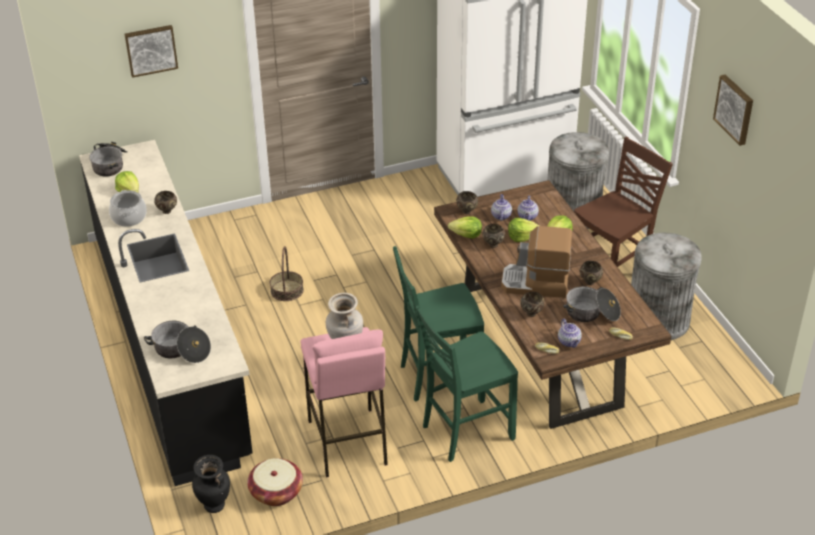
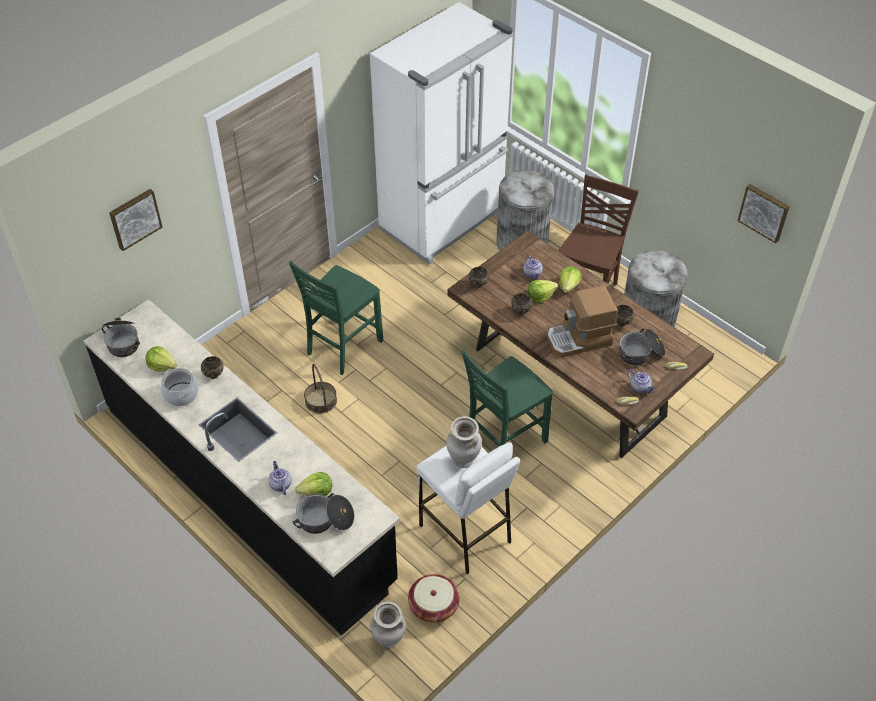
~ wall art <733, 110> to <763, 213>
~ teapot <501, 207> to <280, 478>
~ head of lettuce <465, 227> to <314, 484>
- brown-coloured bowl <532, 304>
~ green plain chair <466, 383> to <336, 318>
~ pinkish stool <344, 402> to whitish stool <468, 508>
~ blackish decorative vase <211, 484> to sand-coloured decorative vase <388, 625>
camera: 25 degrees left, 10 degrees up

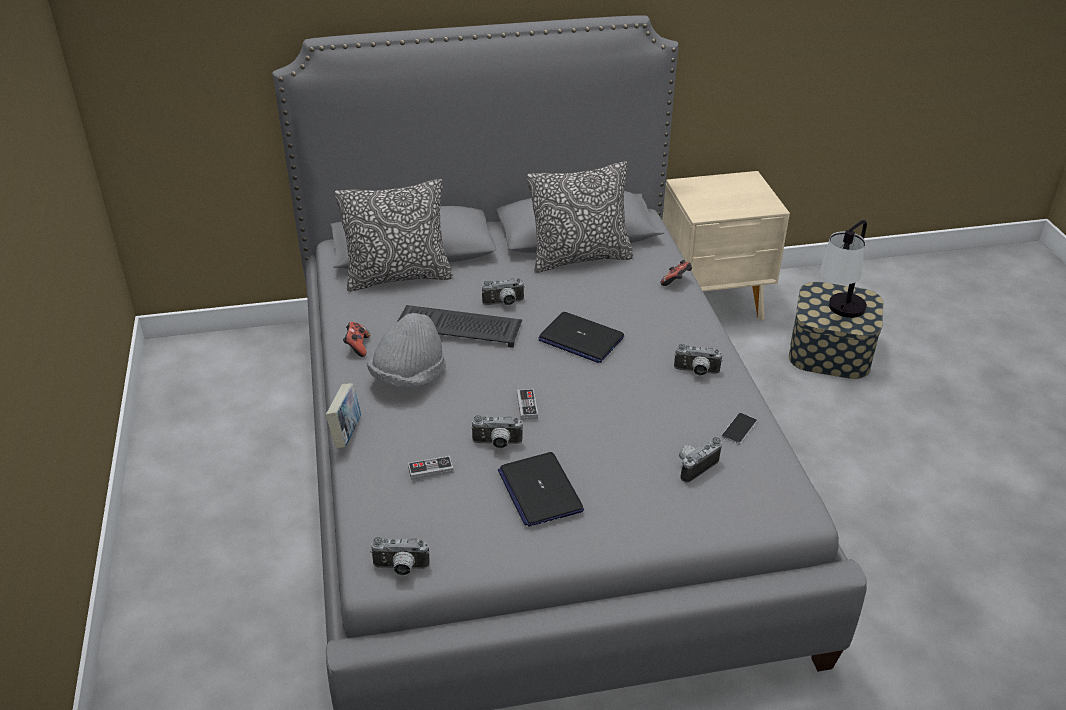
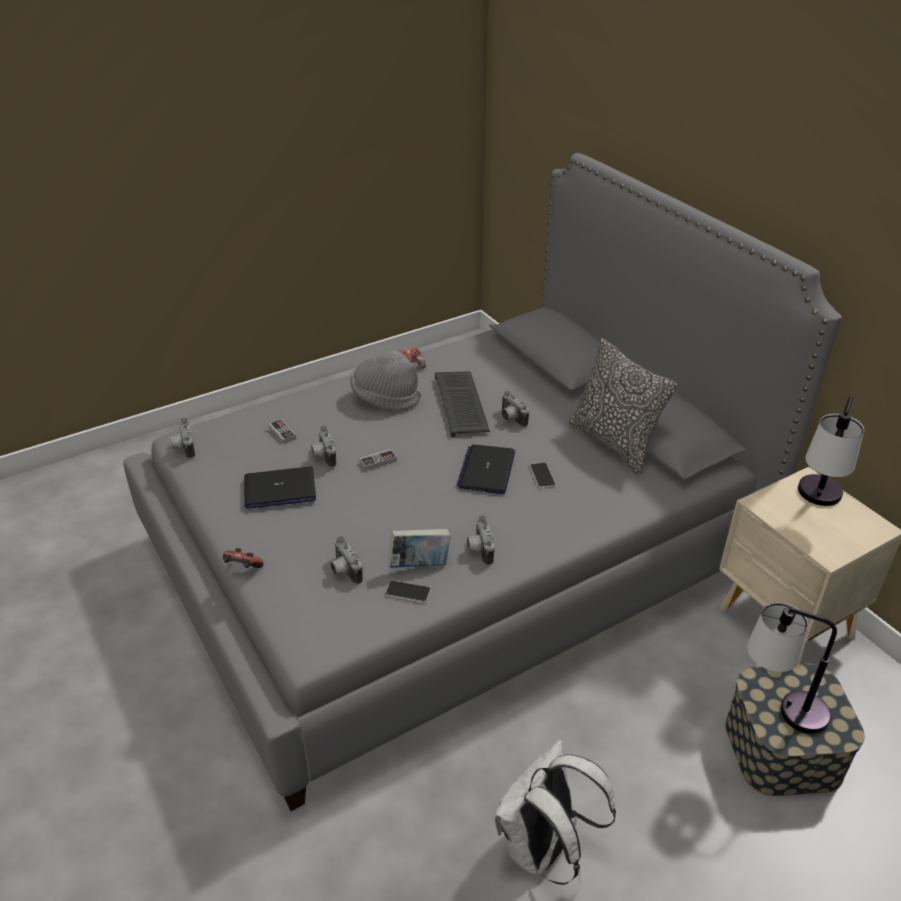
- cushion <394, 235>
~ joypad <676, 273> to <243, 558>
~ book <343, 415> to <419, 548>
~ photo camera <700, 460> = <347, 560> 150 degrees counterclockwise
~ portable computer <541, 489> = <280, 488> 150 degrees counterclockwise
+ tabletop lamp <831, 451>
+ telephone <543, 475>
+ whitish backpack <555, 812>
camera: 70 degrees right, 0 degrees up

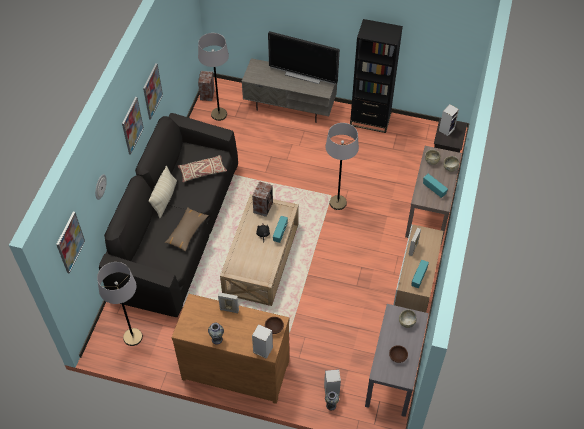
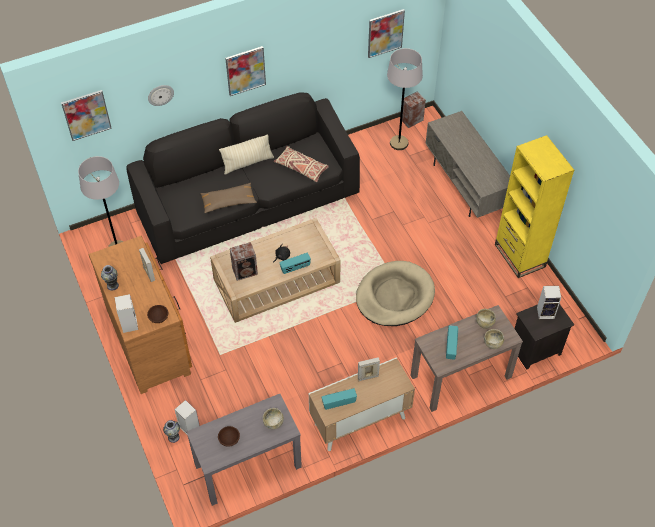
~ blackish shelving unit <376, 76> to yellowish shelving unit <534, 206>
- TV <304, 57>
~ wall art <153, 91> to <386, 33>
~ gray standard lamp <342, 166> to sand-coloured dog cushion <395, 293>
~ speaker <262, 199> to <244, 261>
camera: 50 degrees right, 0 degrees up

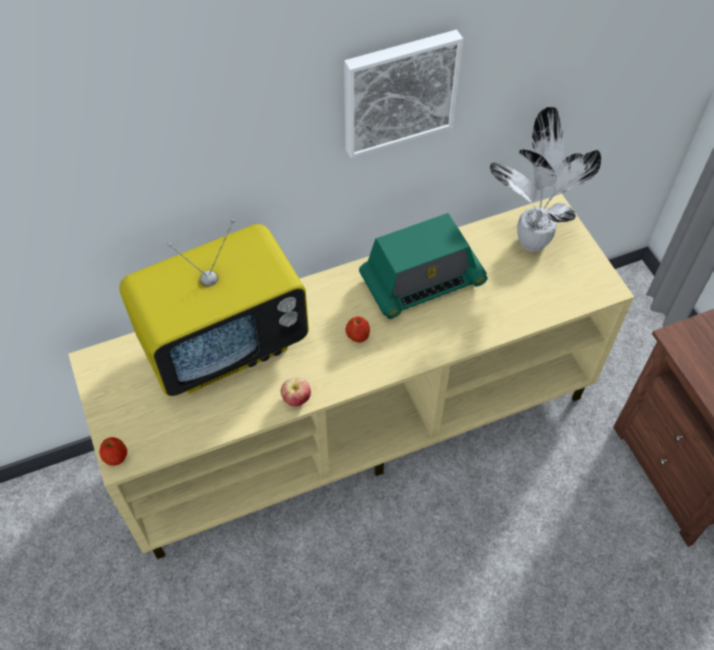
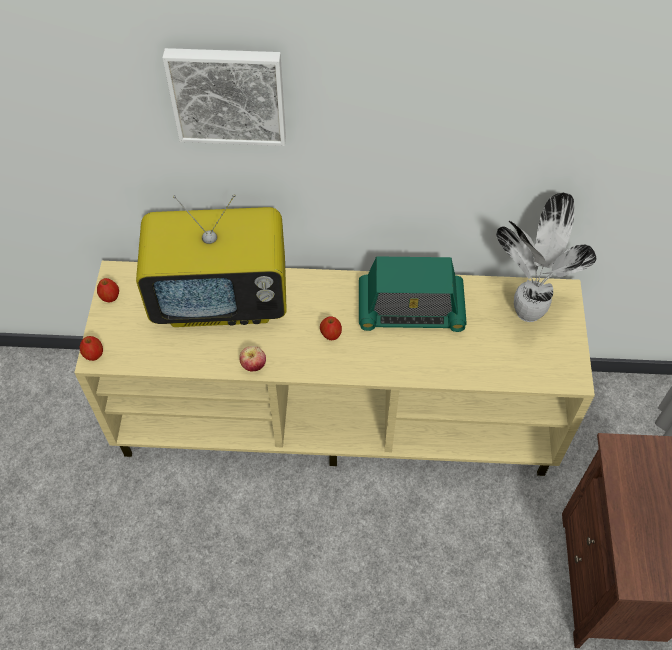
~ wall art <403, 94> to <224, 97>
+ apple fruit <108, 290>
camera: 25 degrees right, 0 degrees up

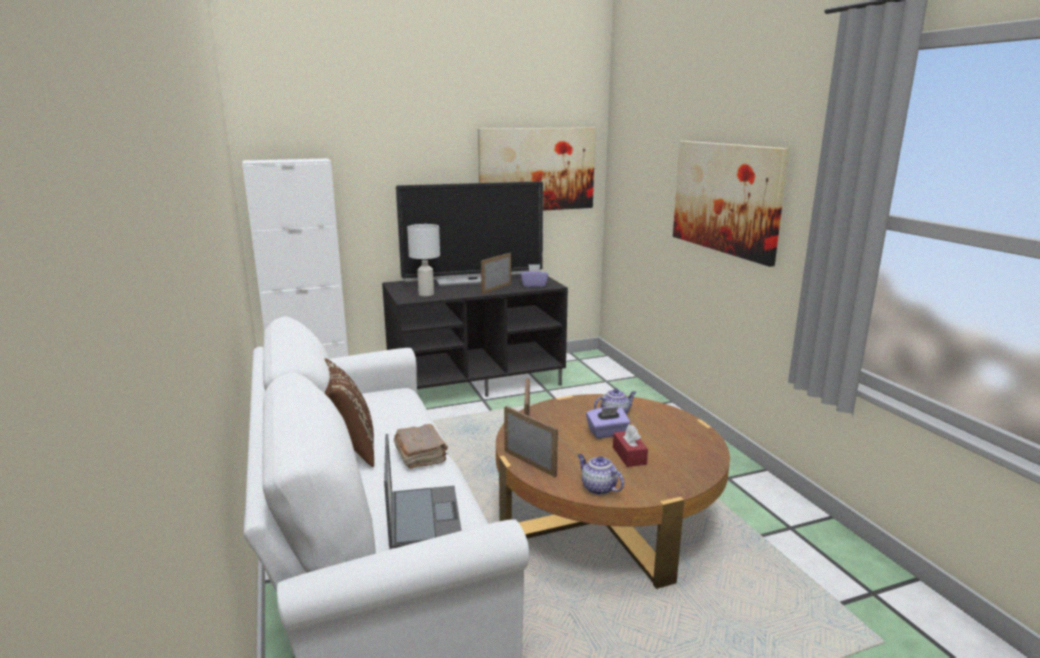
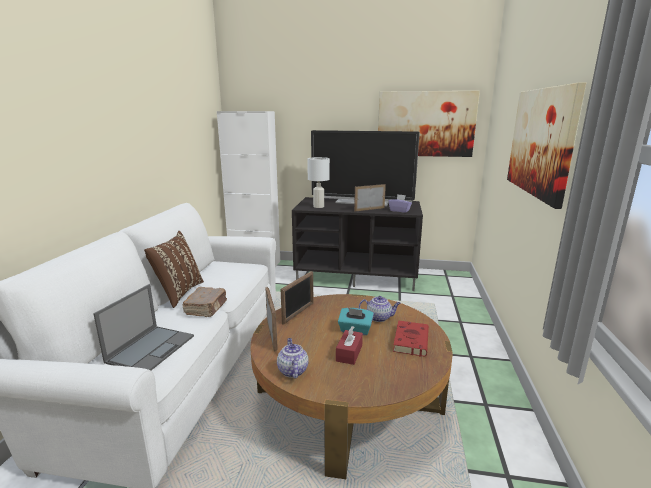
~ purplish tissue holder <608, 422> to blue-green tissue holder <356, 321>
+ red-coloured book <411, 338>
camera: 30 degrees right, 0 degrees up

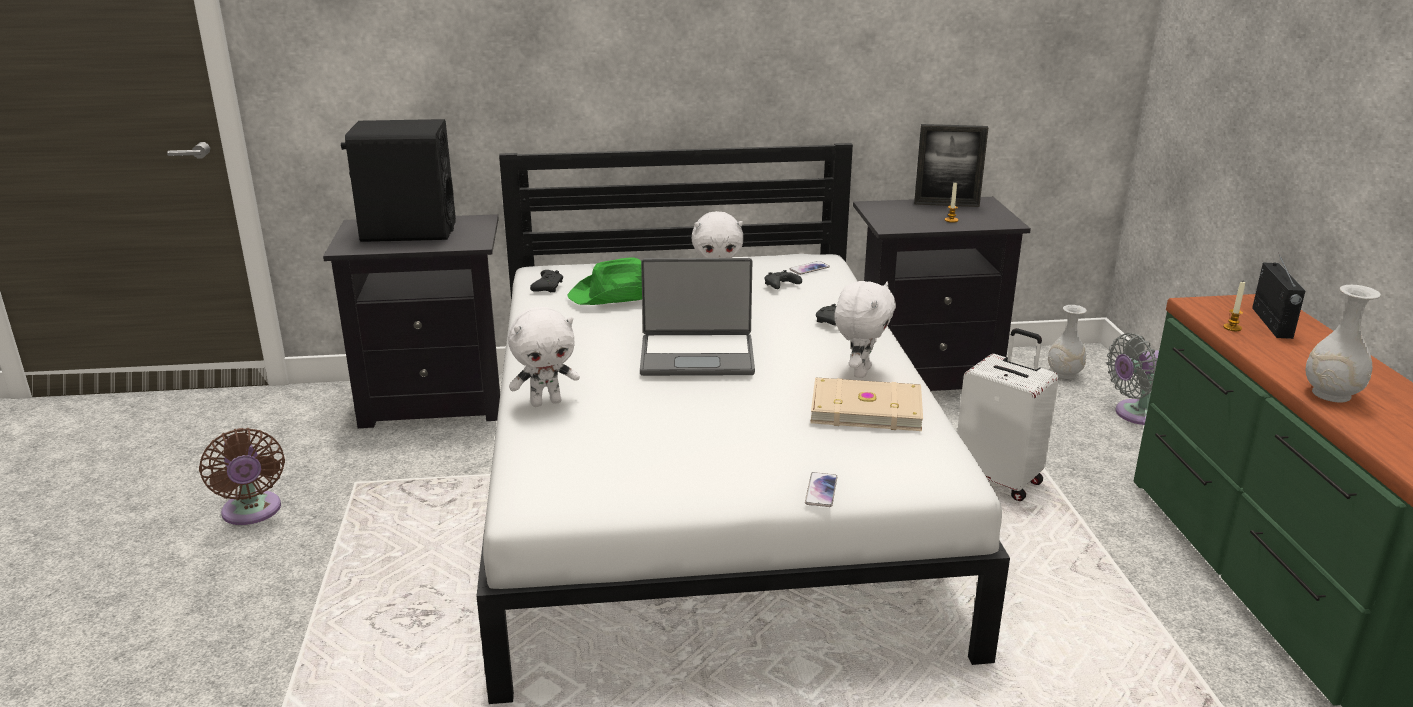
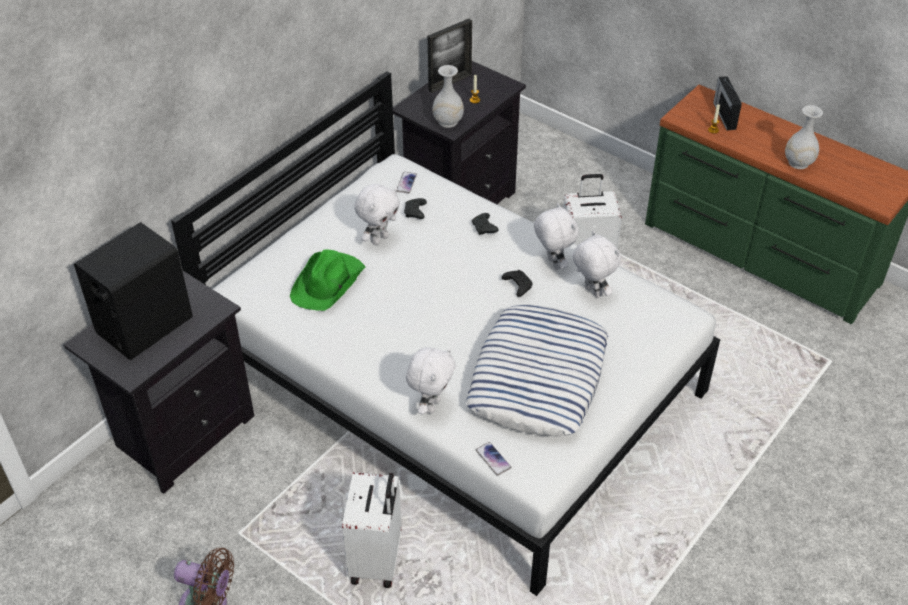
~ radio set <1278, 296> = <727, 103> 150 degrees counterclockwise
- portable computer <697, 317>
~ blackish joypad <546, 281> to <517, 283>
~ whitish decorative vase <1067, 342> to <448, 96>
- gray fan <1133, 379>
~ sand-coloured book <866, 404> to whitish plush toy <597, 264>
~ telephone <821, 489> to <493, 459>
+ cushion <537, 370>
+ whitish piece of luggage <372, 530>
camera: 45 degrees left, 20 degrees up

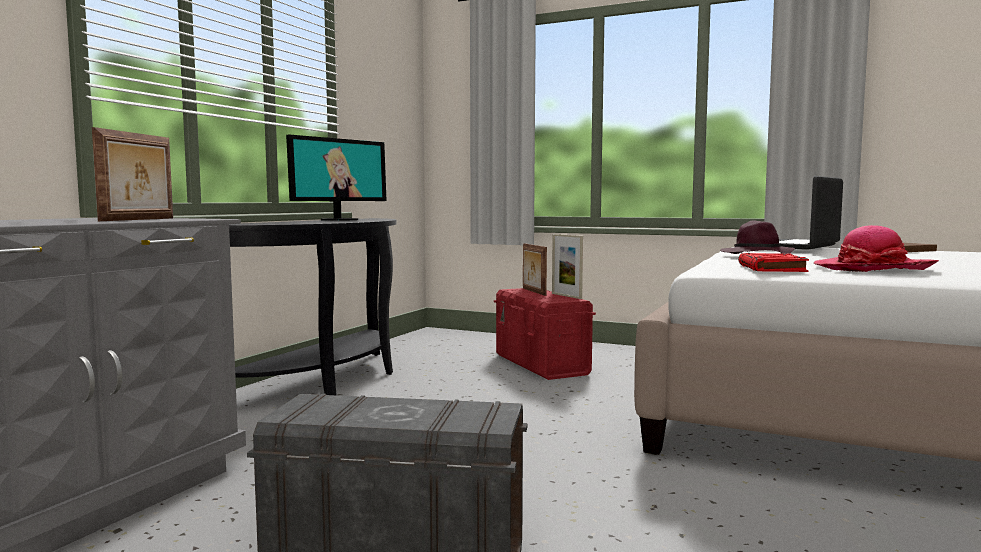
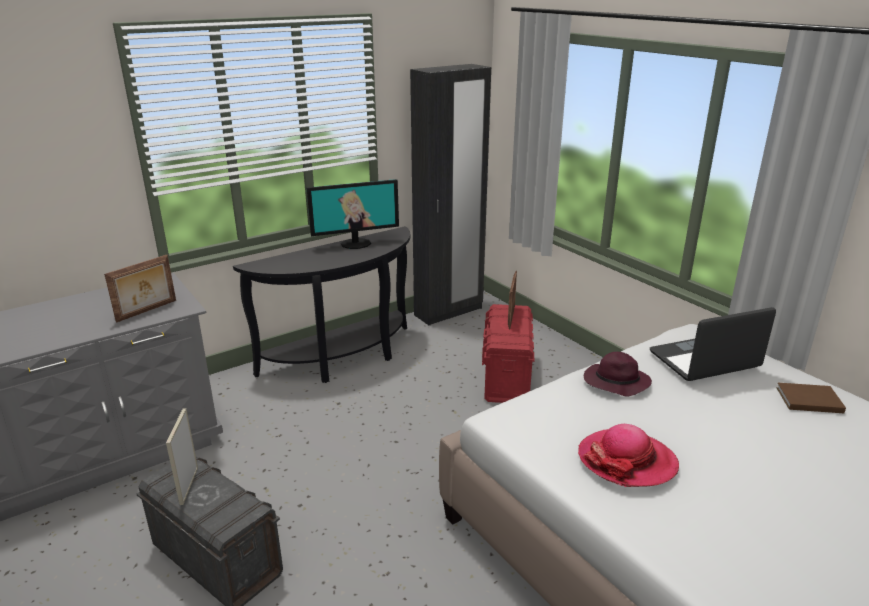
~ standing frame <567, 266> to <182, 456>
- red-coloured book <773, 262>
+ blackish clothes cupboard <450, 194>
camera: 30 degrees right, 20 degrees up

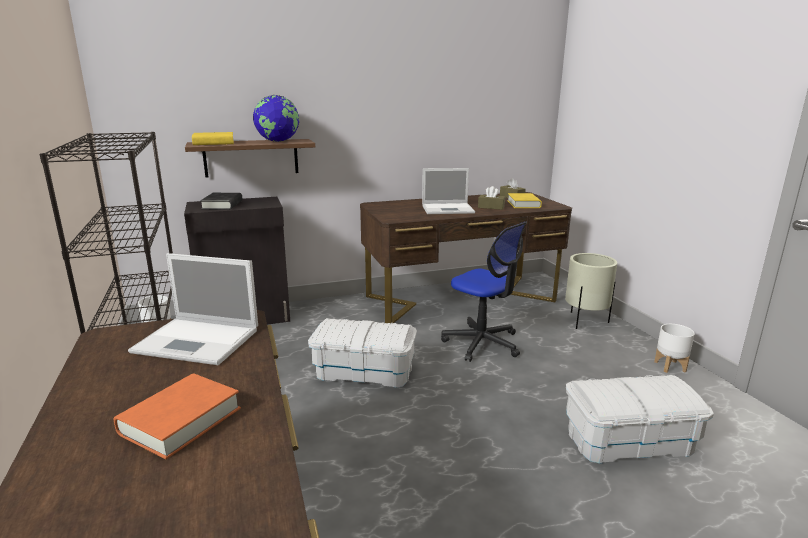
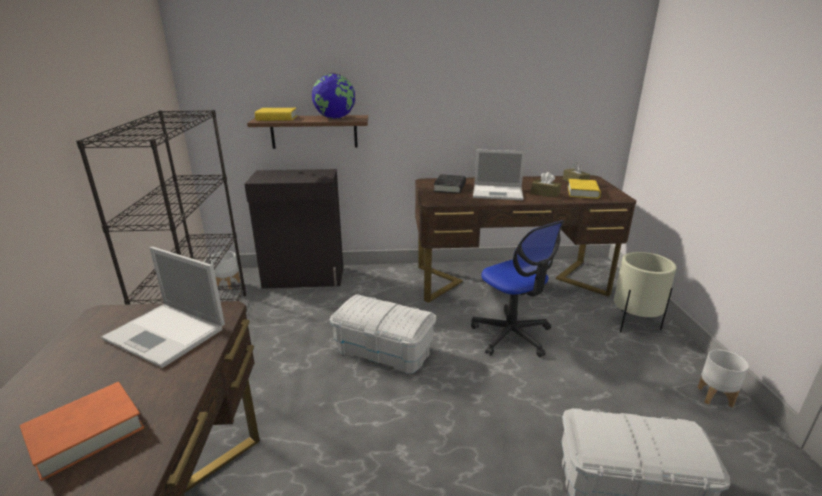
~ blackish book <221, 201> to <449, 184>
camera: 15 degrees right, 5 degrees up

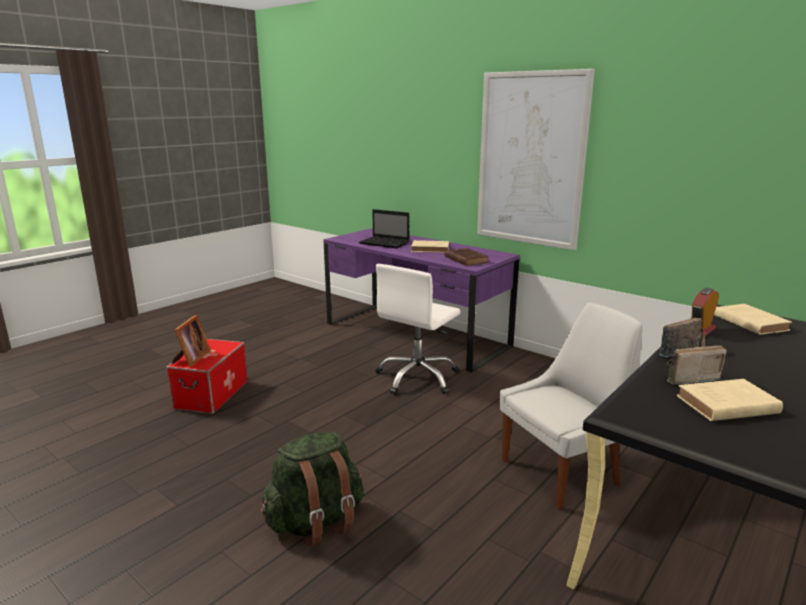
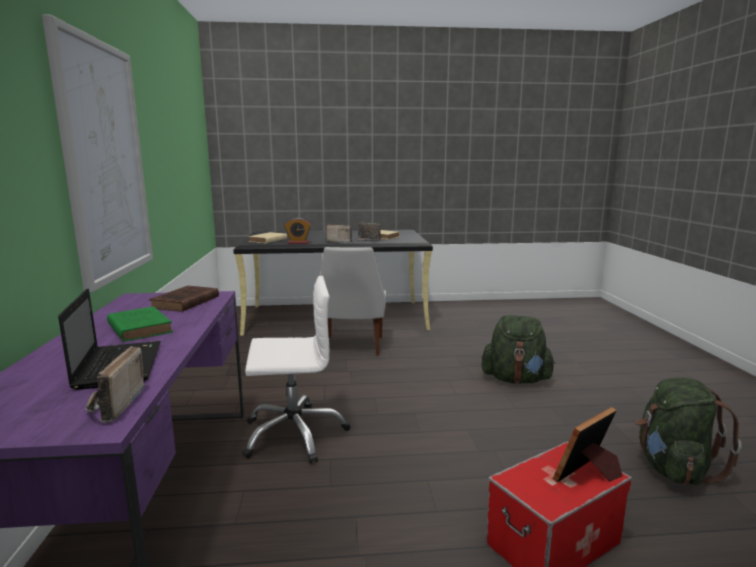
~ sand-coloured book <430, 246> to green book <140, 324>
~ whitish plain chair <571, 406> = <353, 301> 105 degrees counterclockwise
+ radio set <115, 384>
+ green backpack <688, 431>
camera: 135 degrees left, 5 degrees down

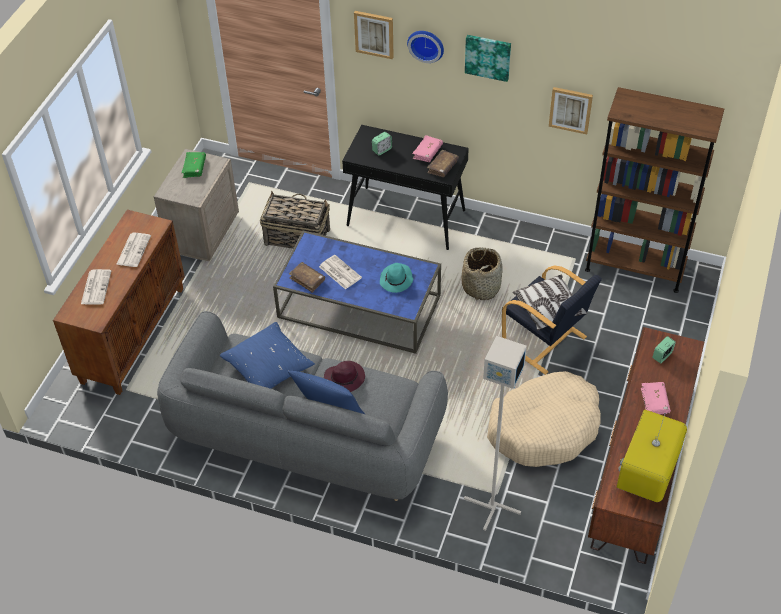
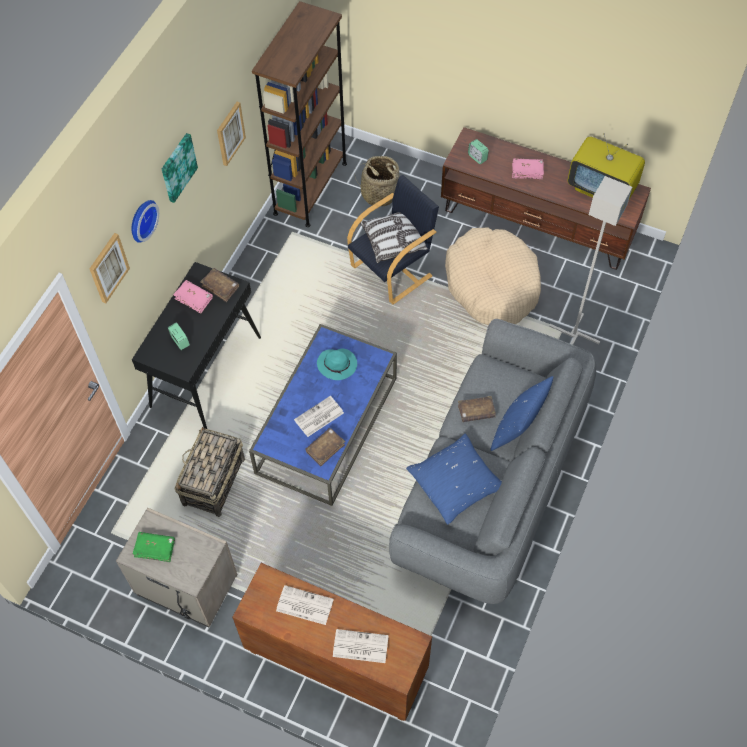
~ household basket <482, 274> to <377, 181>
~ purplish clothing hat <344, 376> to brown-coloured book <477, 409>
camera: 85 degrees left, 10 degrees up

